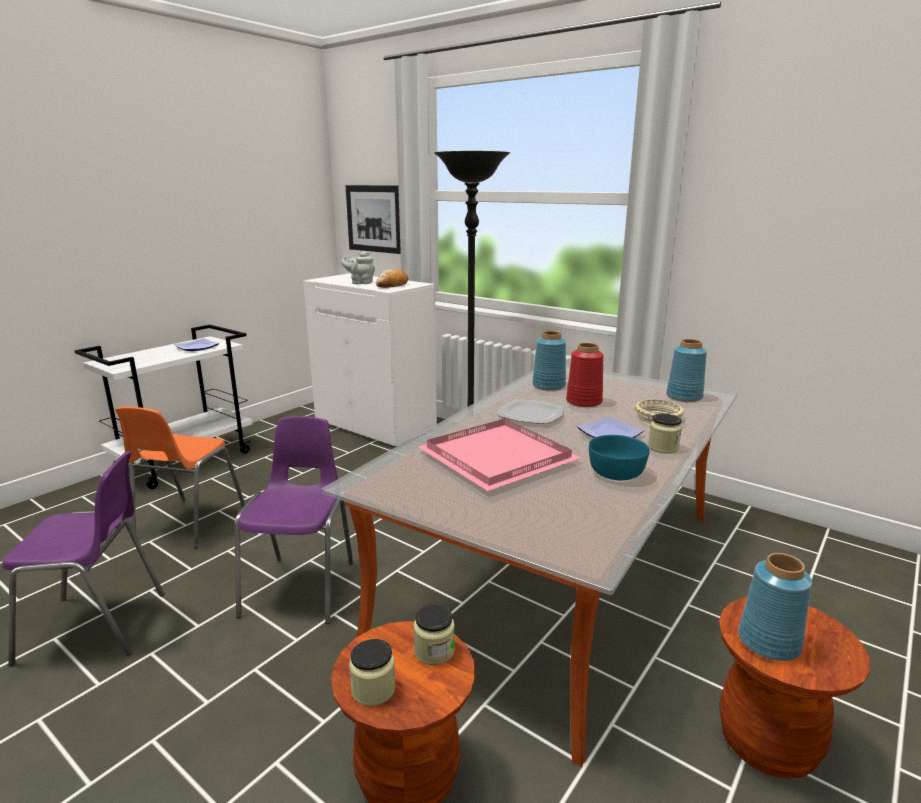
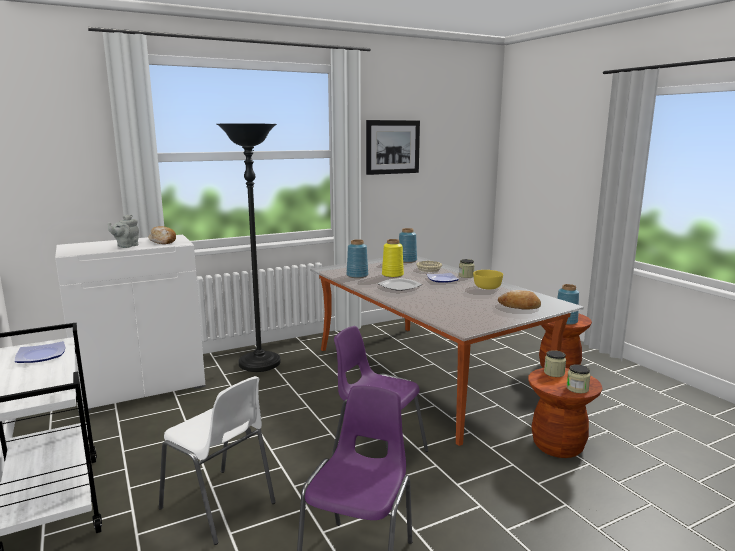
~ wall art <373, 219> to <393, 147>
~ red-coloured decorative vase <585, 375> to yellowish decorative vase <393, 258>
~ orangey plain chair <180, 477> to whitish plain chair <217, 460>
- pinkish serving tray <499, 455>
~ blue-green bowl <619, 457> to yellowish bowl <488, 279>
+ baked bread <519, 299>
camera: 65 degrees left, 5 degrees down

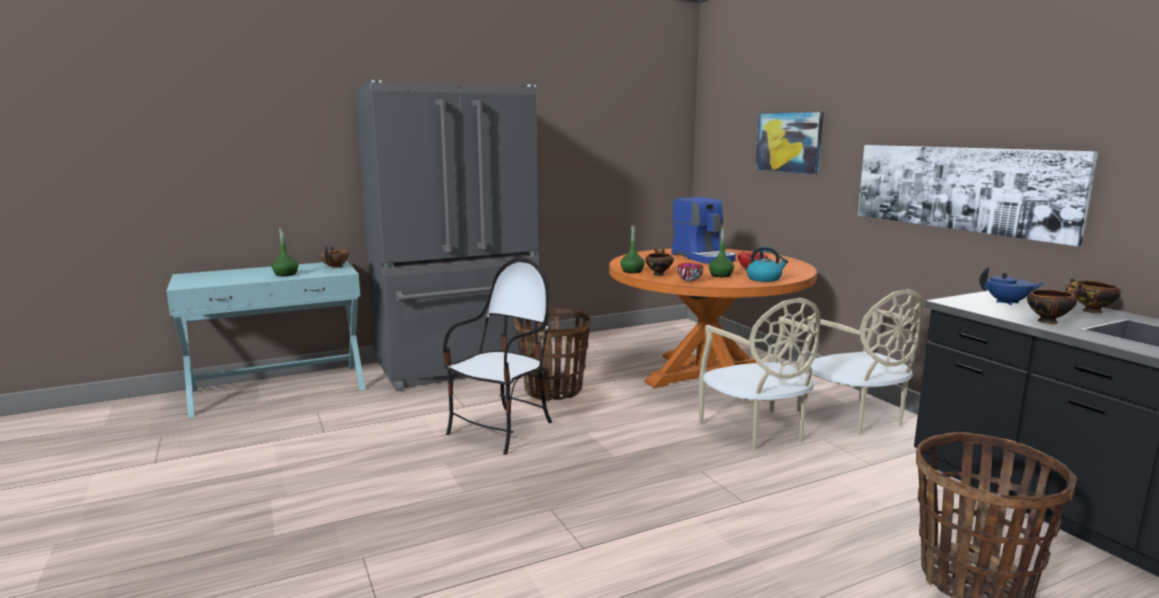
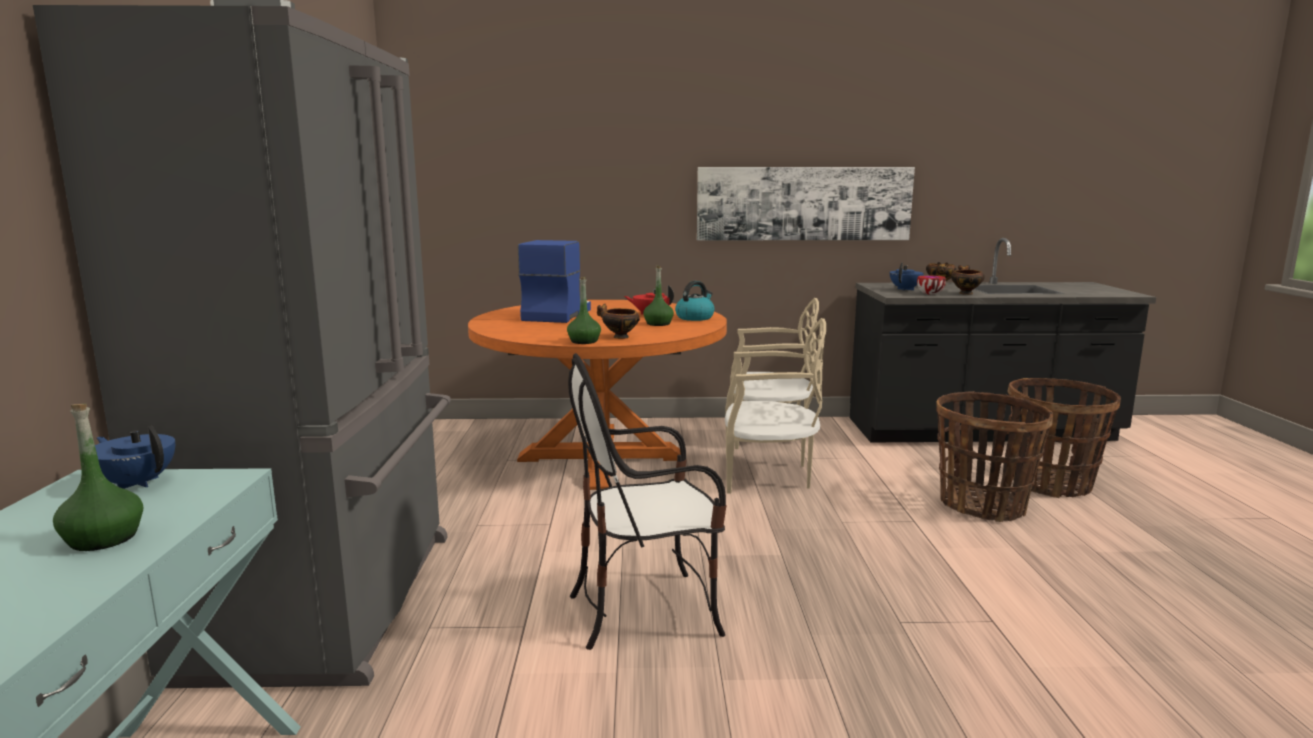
- wall art <789, 143>
~ coffee brewer <704, 230> = <554, 281> 75 degrees counterclockwise
~ brown-coloured teapot <334, 256> to blue teapot <135, 457>
~ plain chair <497, 356> = <647, 501> 75 degrees counterclockwise
~ bowl <690, 272> to <931, 285>
~ household basket <552, 354> to <994, 456>
camera: 65 degrees left, 0 degrees up

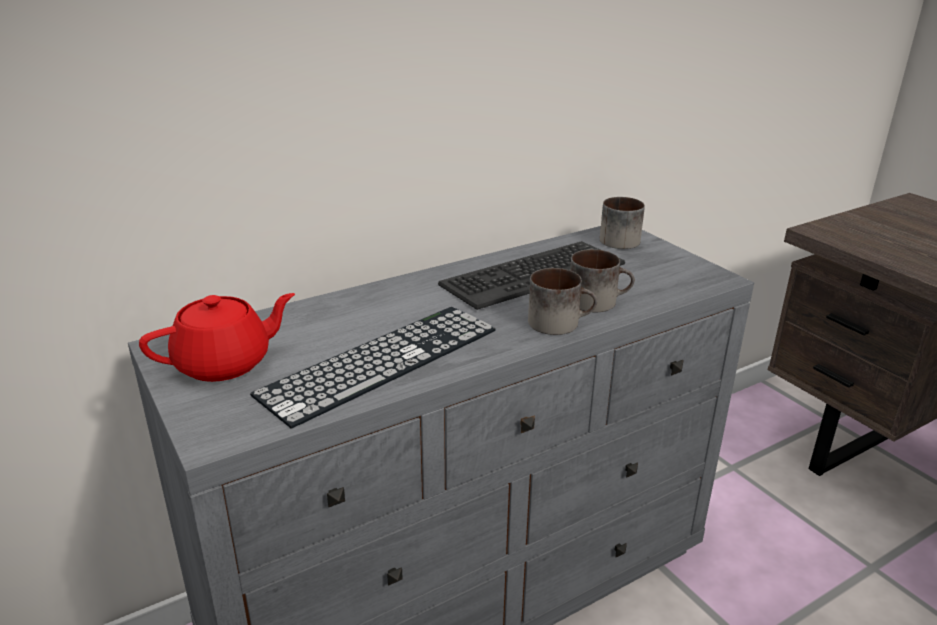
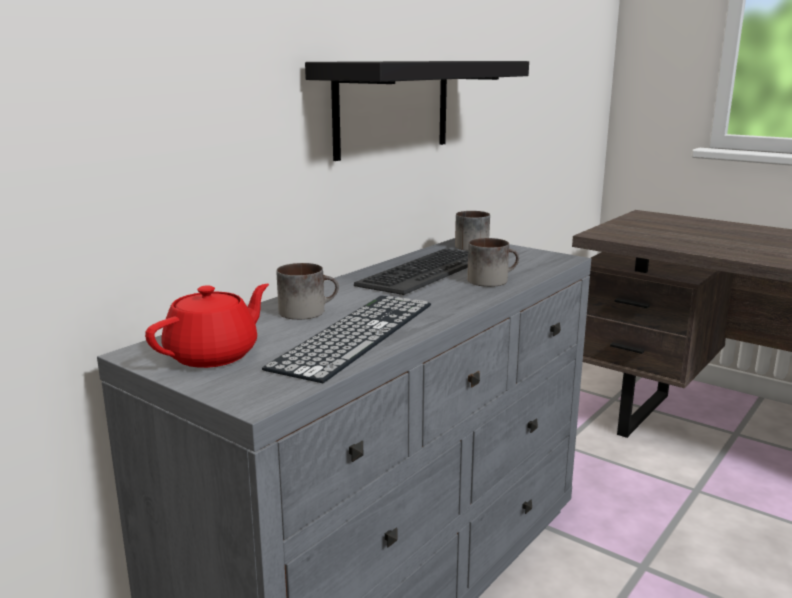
~ coffee mug <563, 301> to <307, 291>
+ blackish wall shelf <417, 111>
camera: 20 degrees left, 10 degrees down

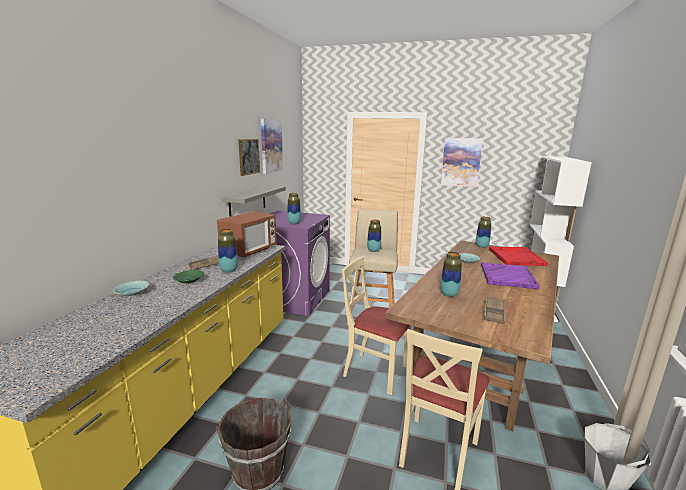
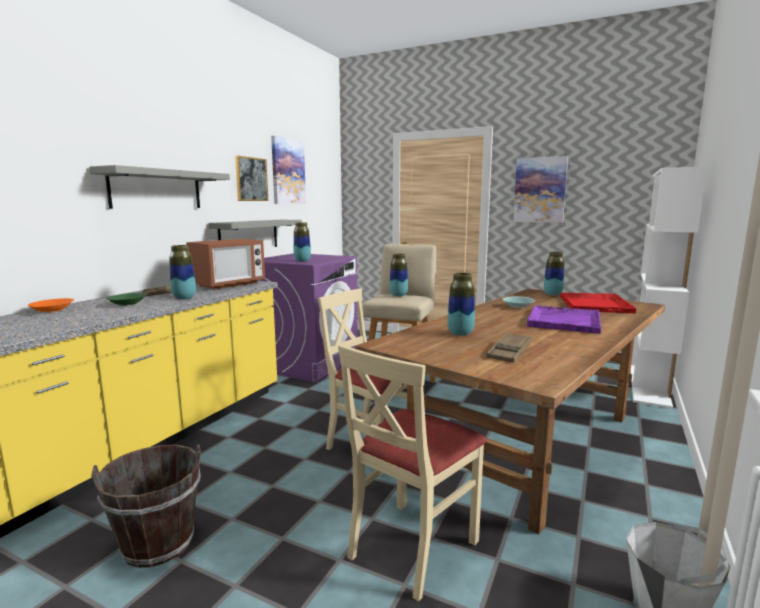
~ blue-green bowl <131, 289> to orangey bowl <50, 305>
+ gray wall shelf <159, 187>
camera: 10 degrees right, 5 degrees down

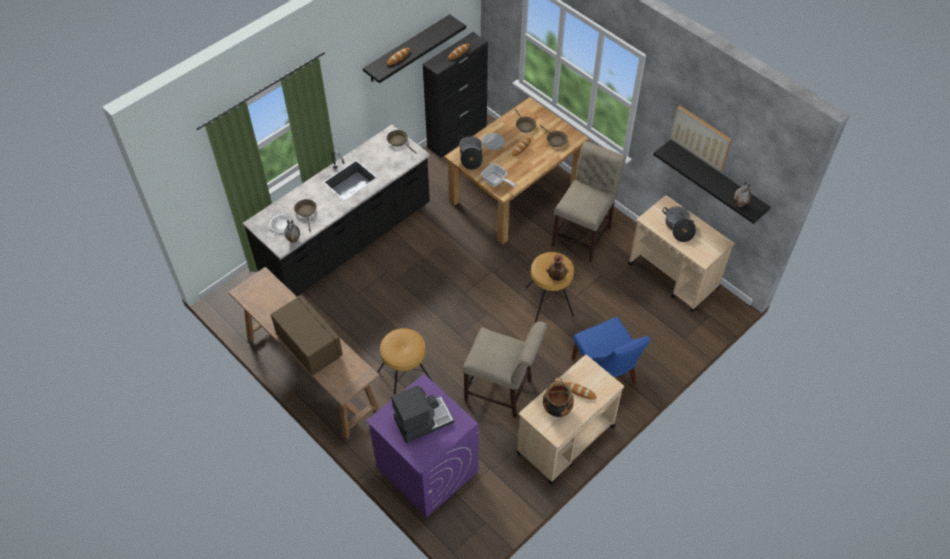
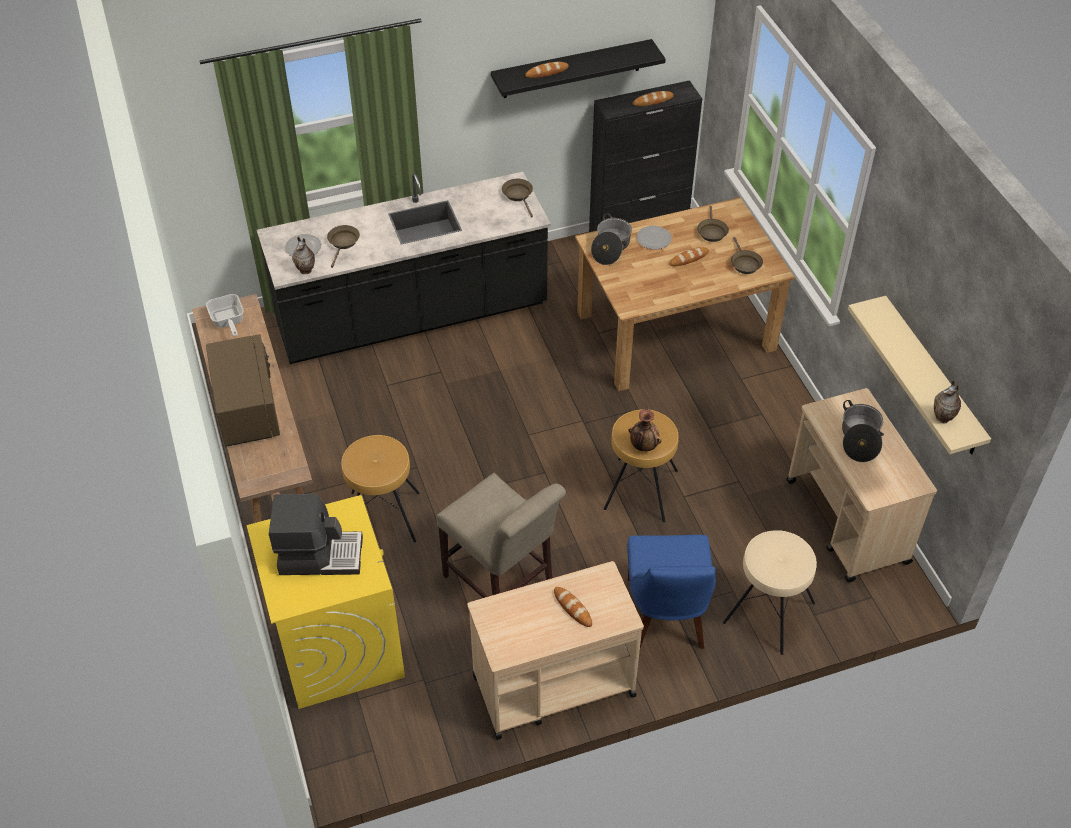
- wall art <701, 138>
~ blackish wall shelf <712, 181> to sand-coloured wall shelf <919, 375>
- sand-coloured plain chair <589, 202>
~ frying pan <498, 175> to <225, 315>
~ purplish laundry appliance <422, 446> to yellowish laundry appliance <326, 602>
- cooking pot <558, 397>
+ sand-coloured stool <770, 592>
camera: 25 degrees right, 5 degrees down

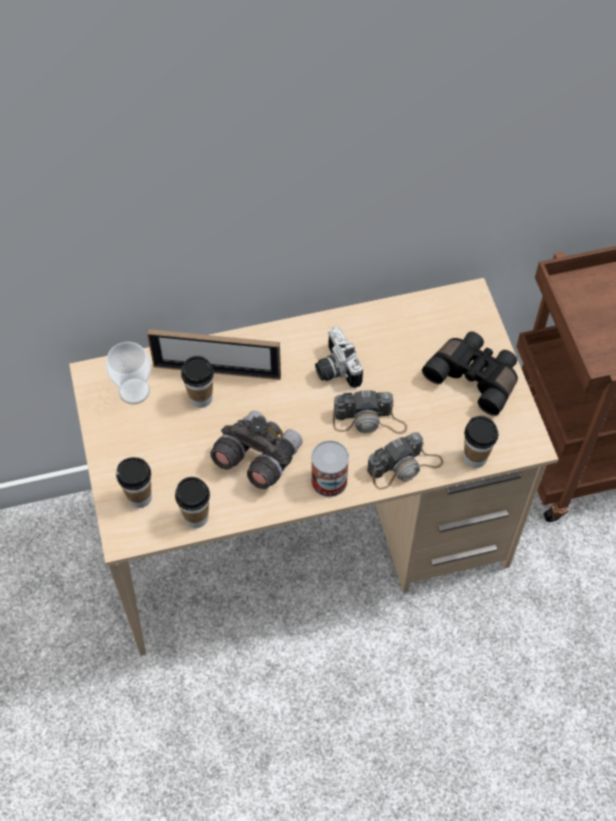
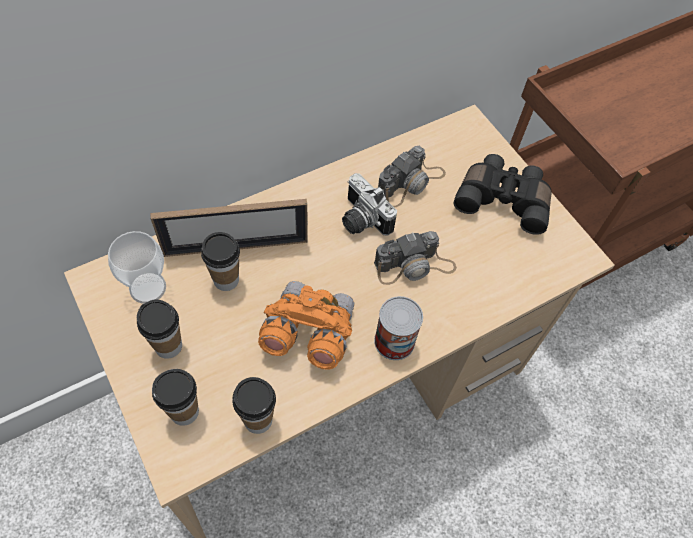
~ gray field glasses <256, 450> to orangey field glasses <306, 325>
~ drinking cup <481, 442> to <159, 329>
~ photo camera <405, 461> to <412, 177>
camera: 20 degrees left, 0 degrees up

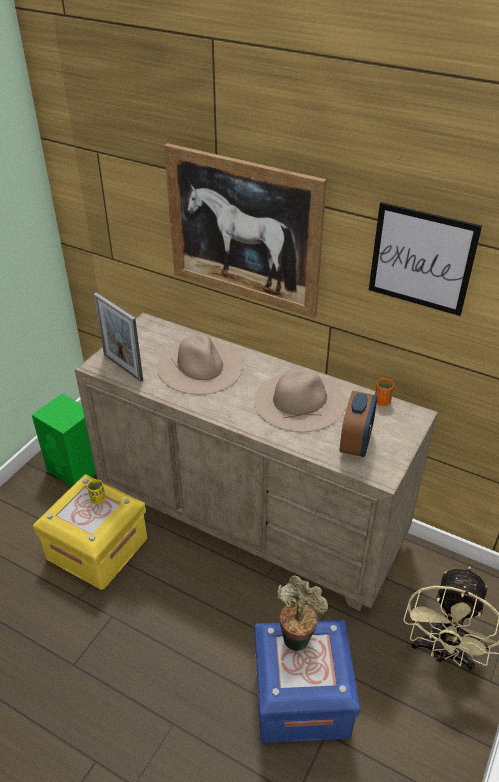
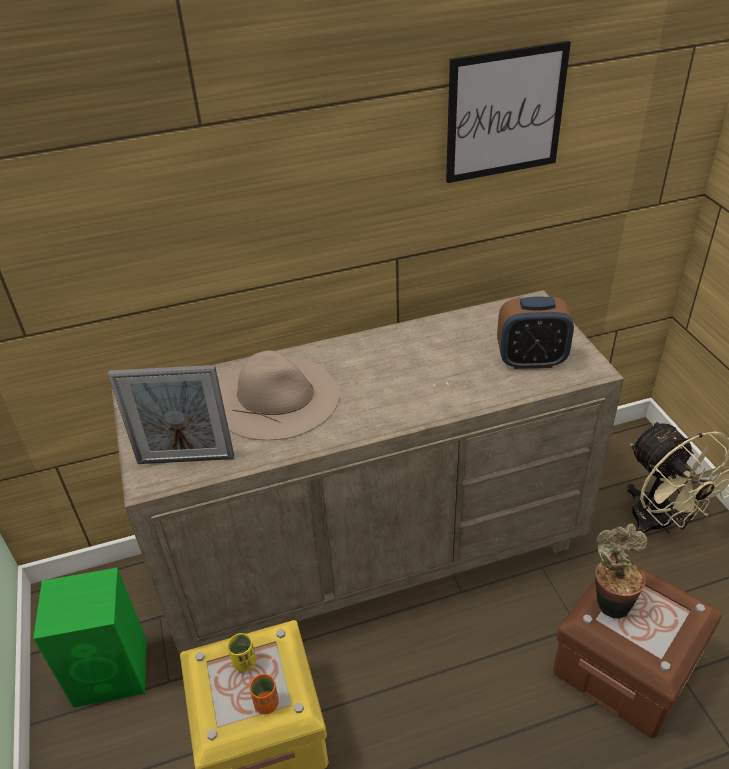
- wall art <245, 230>
- sand-coloured clothing hat <300, 400>
~ orangey drinking cup <384, 392> to <264, 694>
~ bedside clock <358, 424> = <535, 332> 120 degrees clockwise
~ blue storage container <307, 681> to brown-coloured storage container <638, 646>
camera: 45 degrees left, 0 degrees up

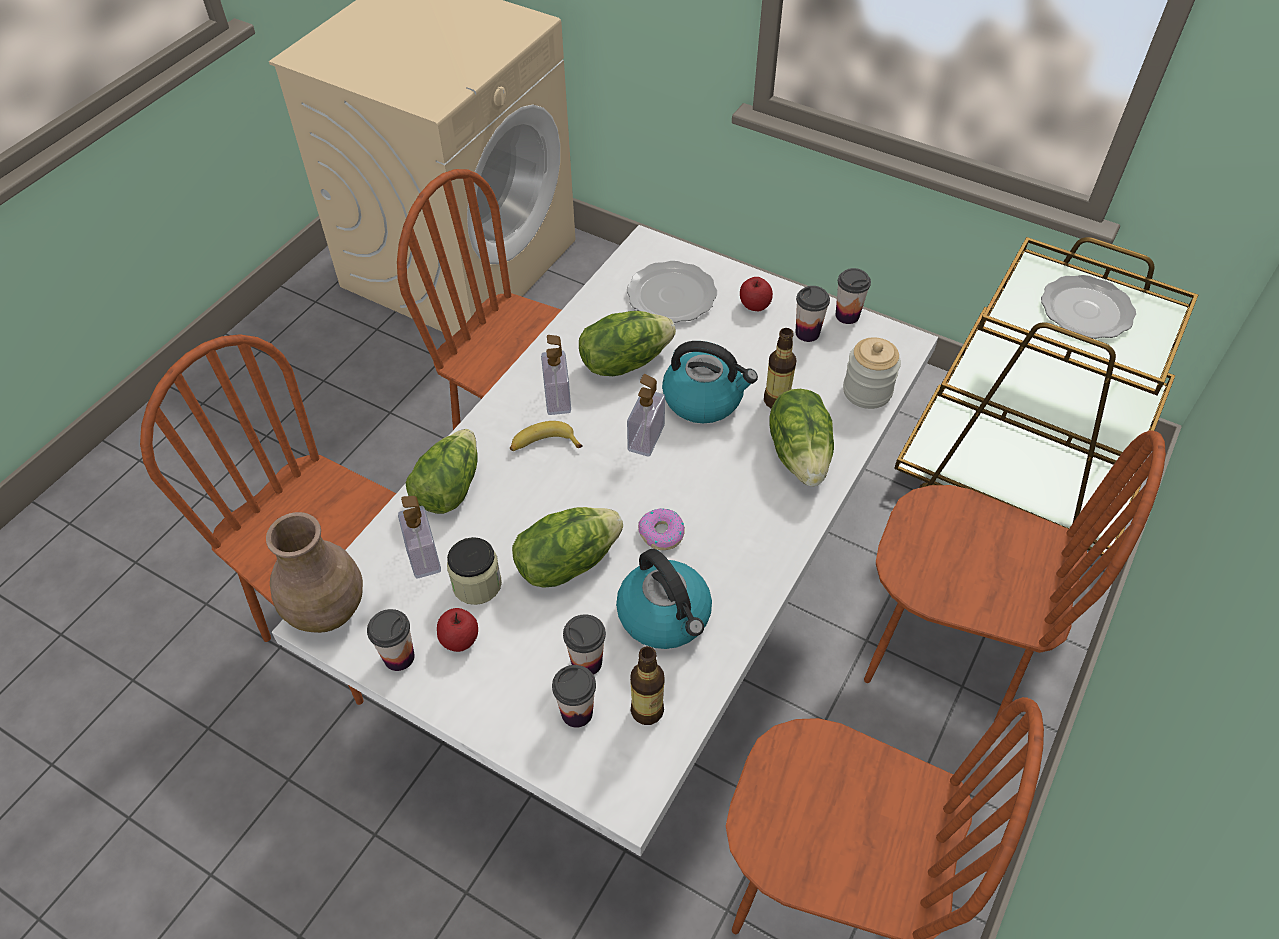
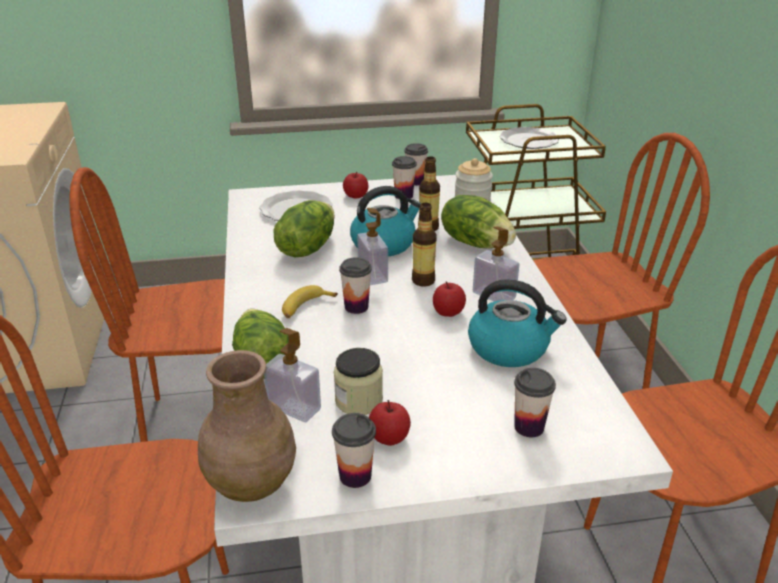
~ soap dispenser <556, 375> to <496, 264>
- head of lettuce <567, 547>
~ doughnut <661, 529> to apple fruit <449, 299>
~ drinking cup <584, 644> to <355, 285>
~ beverage bottle <647, 685> to <424, 245>
camera: 40 degrees left, 20 degrees down

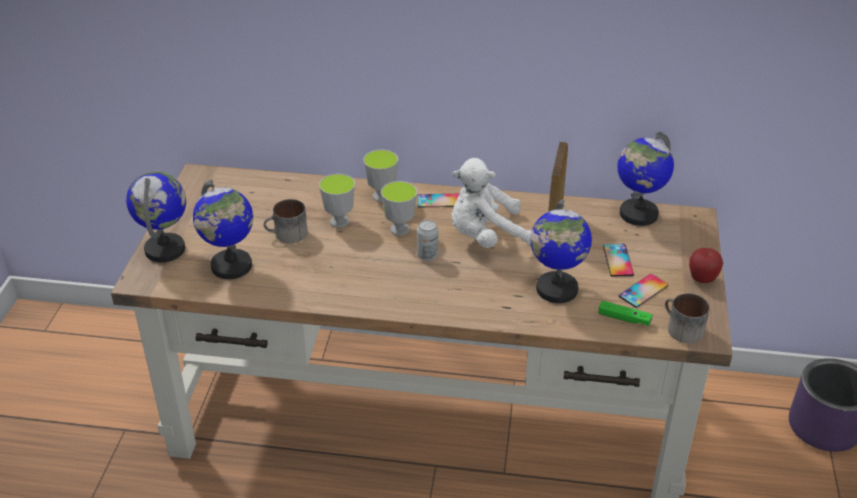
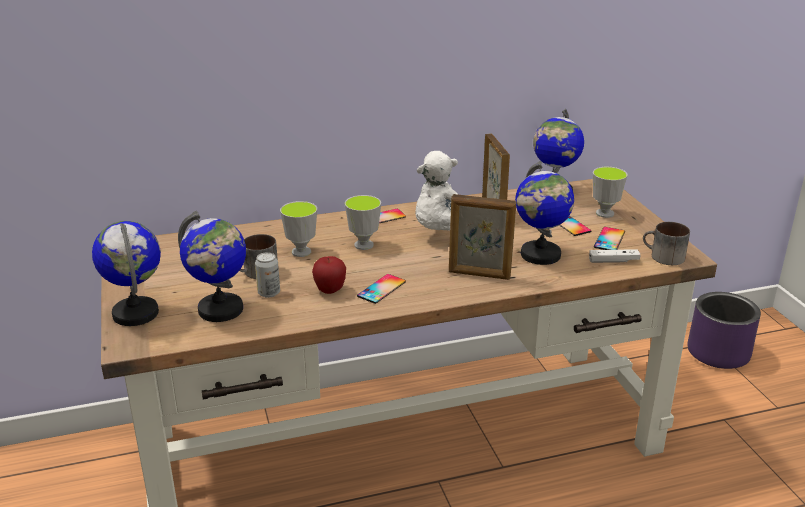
~ drinking cup <380, 175> to <610, 192>
~ sealed can <427, 240> to <267, 275>
~ apple fruit <706, 265> to <329, 275>
~ green joypad <626, 313> to whitish joypad <614, 256>
+ standing frame <482, 237>
+ telephone <381, 289>
camera: 25 degrees left, 10 degrees down

